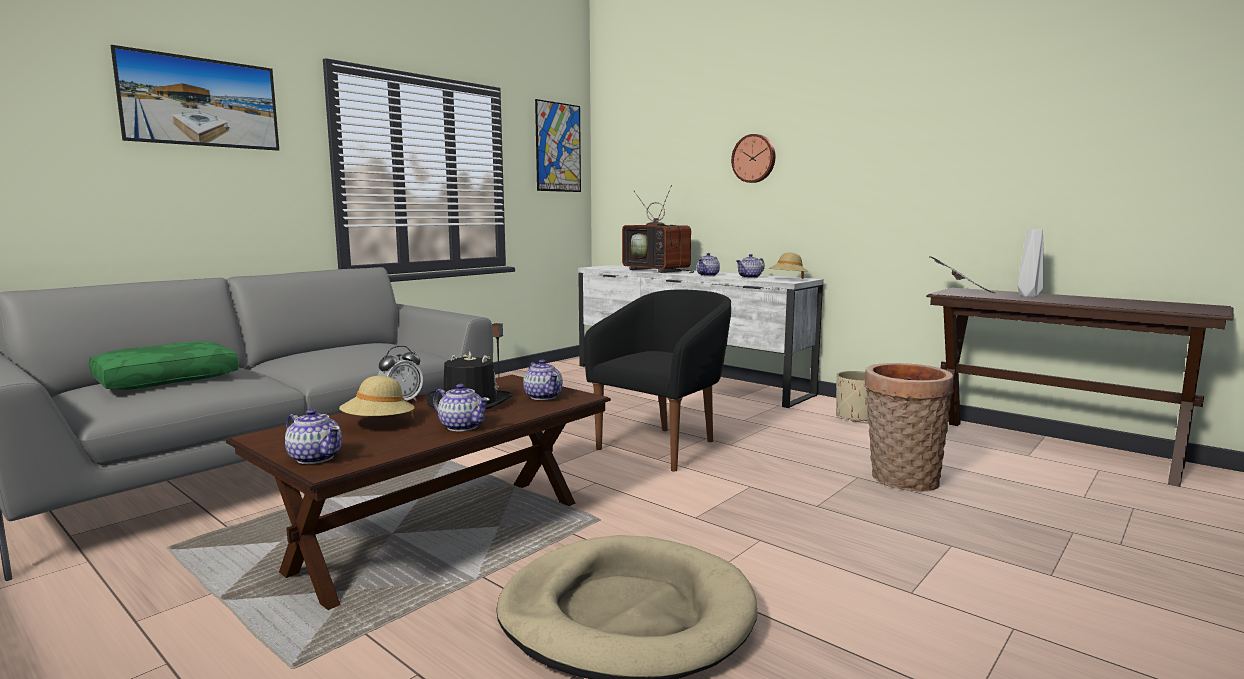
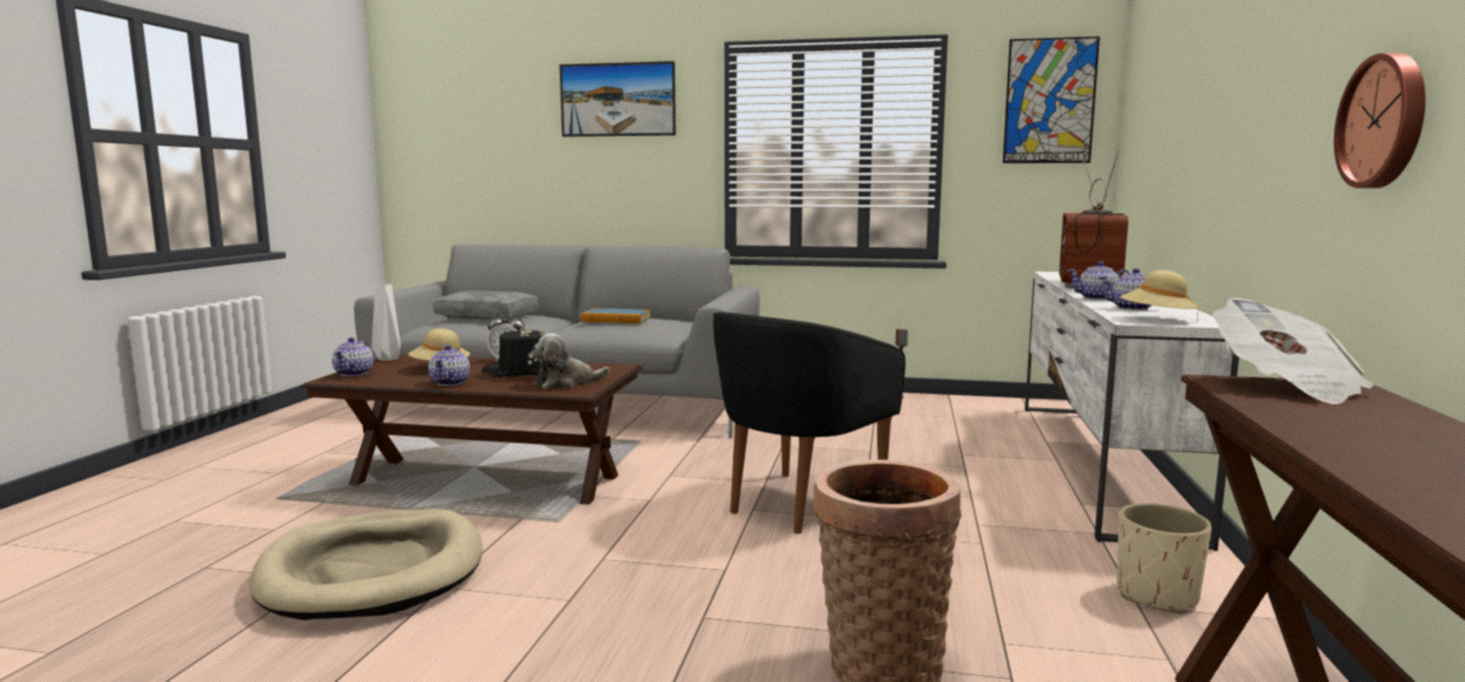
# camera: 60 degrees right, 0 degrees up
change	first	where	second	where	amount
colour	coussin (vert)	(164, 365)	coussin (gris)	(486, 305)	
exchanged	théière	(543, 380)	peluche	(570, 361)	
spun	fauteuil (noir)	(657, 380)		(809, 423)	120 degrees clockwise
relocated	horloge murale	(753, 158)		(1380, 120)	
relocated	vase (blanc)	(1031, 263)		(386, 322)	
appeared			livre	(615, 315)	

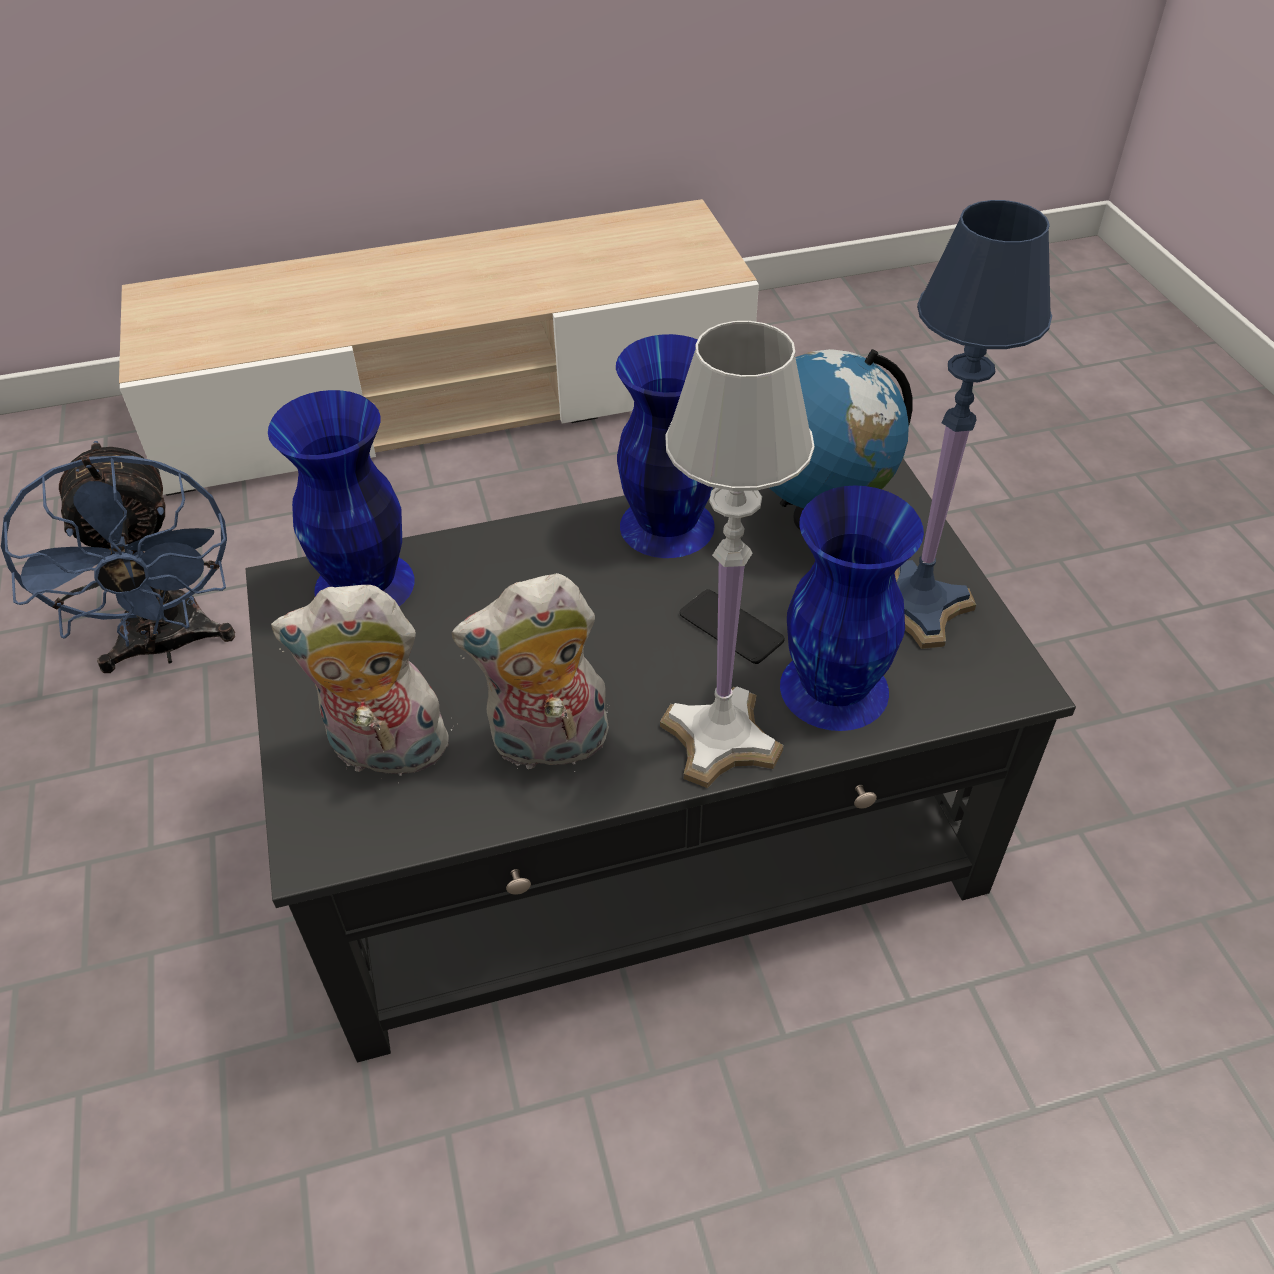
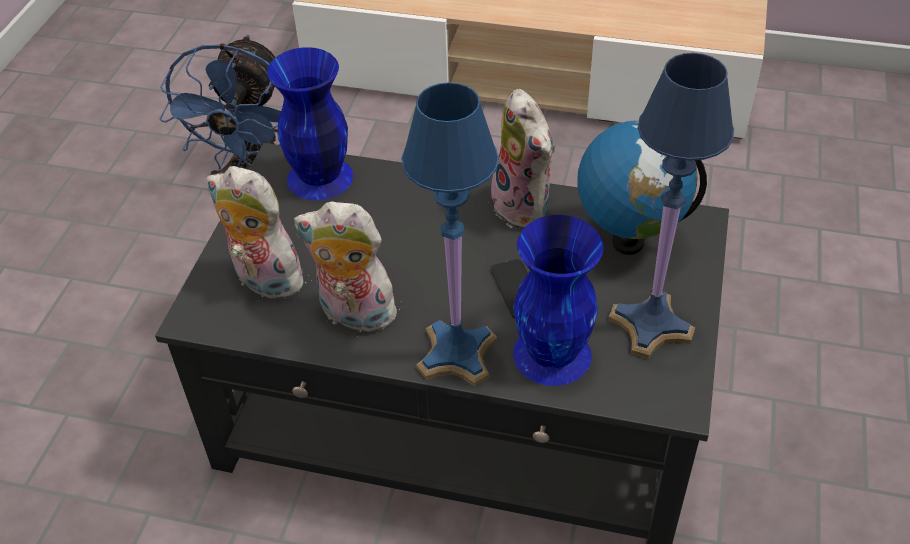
# camera: 30 degrees right, 0 degrees up
change	first	where	second	where	amount
exchanged	vase (bleu)	(665, 446)	peluche	(523, 159)	
colour	lampe de table (blanc)	(737, 554)	lampe de table (bleu)	(450, 234)	

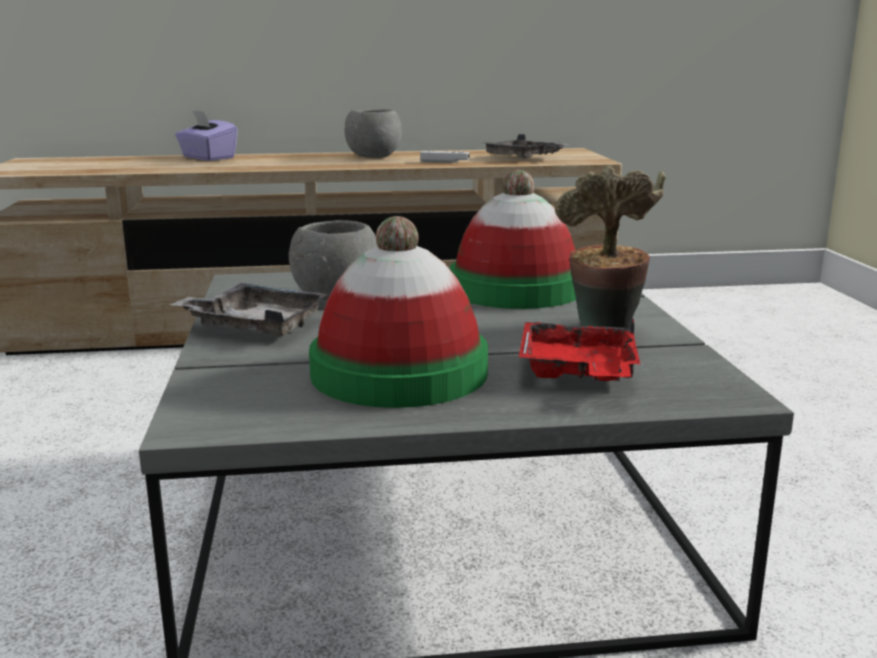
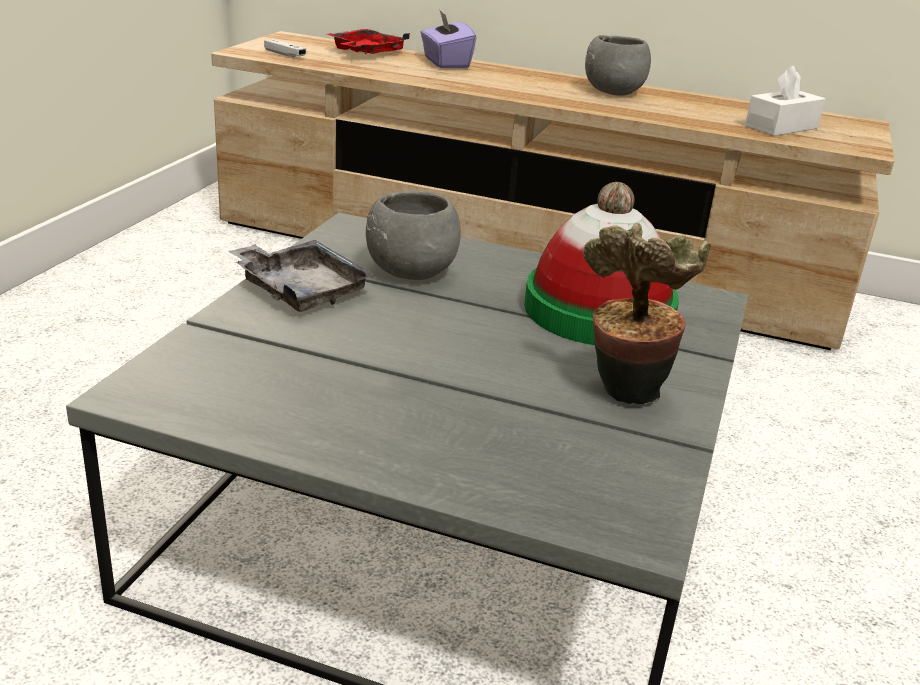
# camera: 25 degrees right, 10 degrees up
change	first	where	second	where	amount
missing	chapeau	(398, 312)			
relocated	manette (blanc)	(445, 157)		(285, 48)	
exchanged	plateau (gris)	(525, 146)	boîte à mouchoirs (blanc)	(785, 101)	
relocated	plateau (rouge)	(580, 350)		(368, 41)	

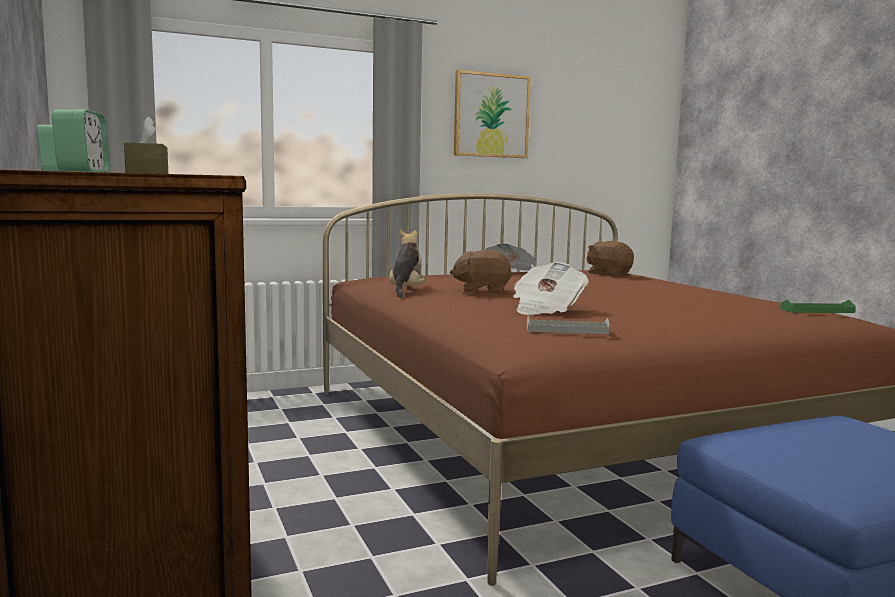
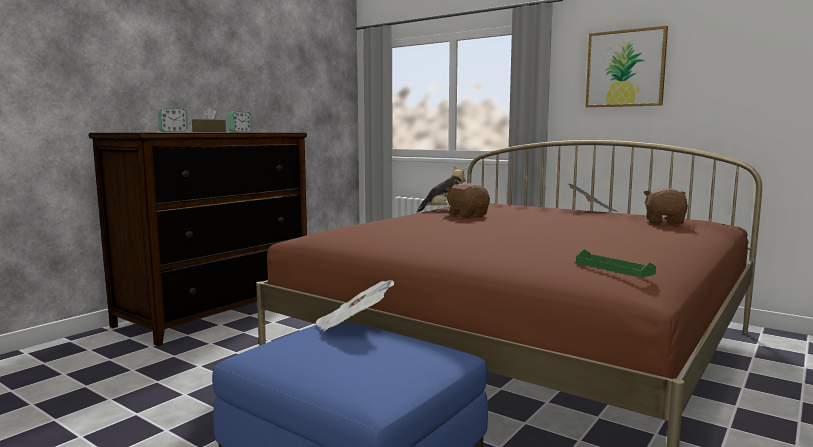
# camera: 60 degrees right, 0 degrees up
change	first	where	second	where	amount
relocated	journal	(551, 288)		(355, 305)	
missing	plateau (gris)	(568, 324)			

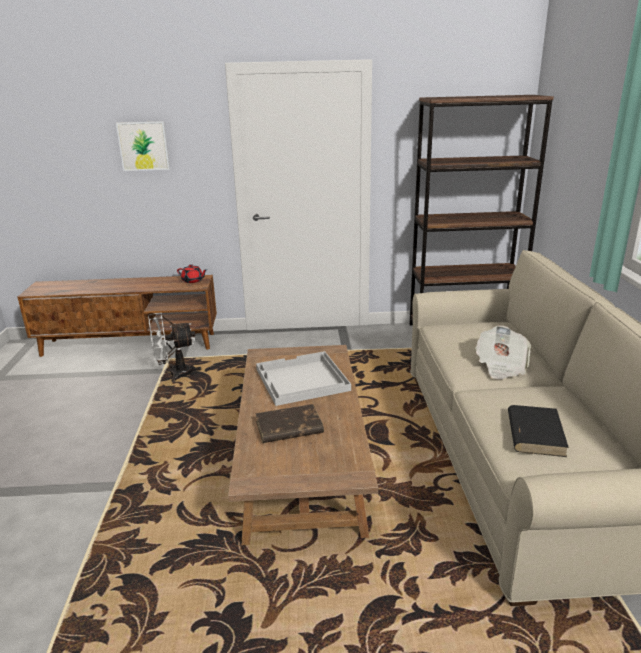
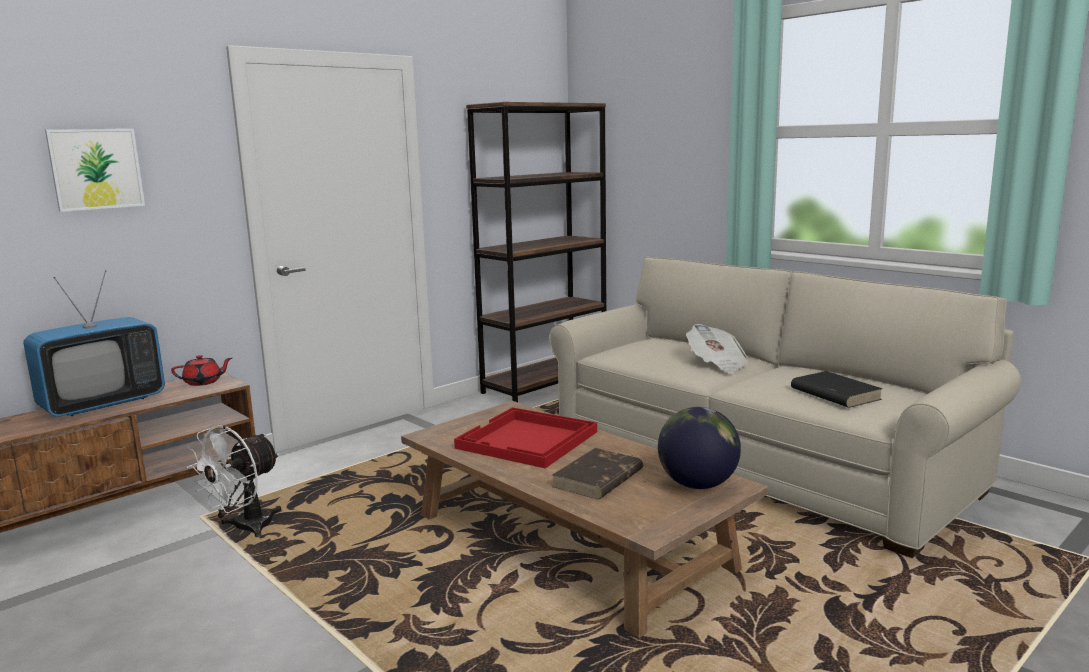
# camera: 40 degrees left, 10 degrees down
change	first	where	second	where	amount
colour	plateau (blanc)	(303, 378)	plateau (rouge)	(525, 437)	
appeared			téléviseur	(94, 343)	
appeared			globe	(699, 448)	

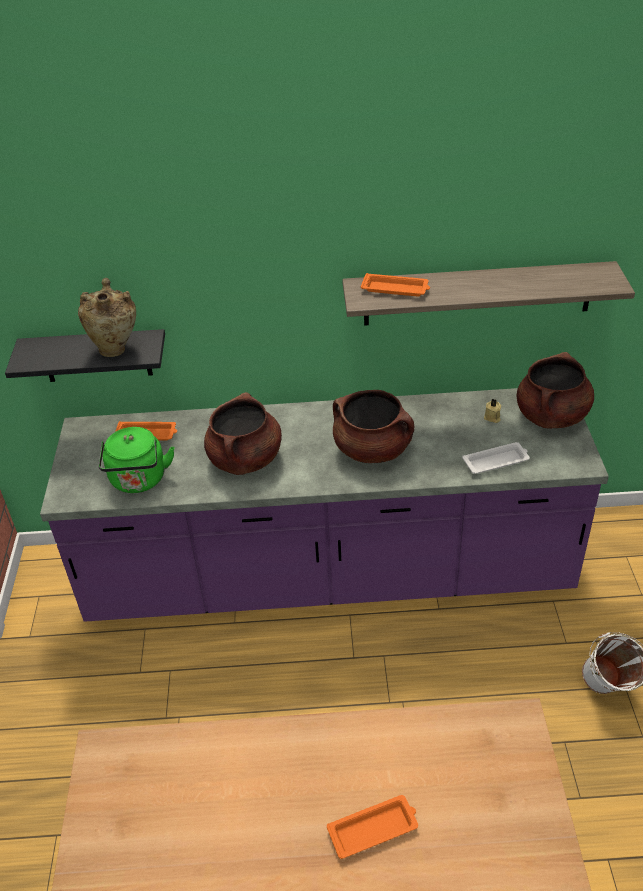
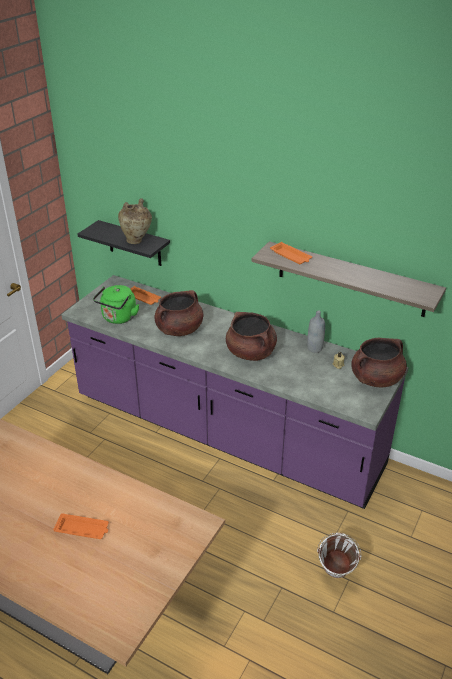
# camera: 30 degrees right, 5 degrees down
change	first	where	second	where	amount
missing	plateau (blanc)	(496, 458)			
appeared			bouteille (gris)	(316, 332)	

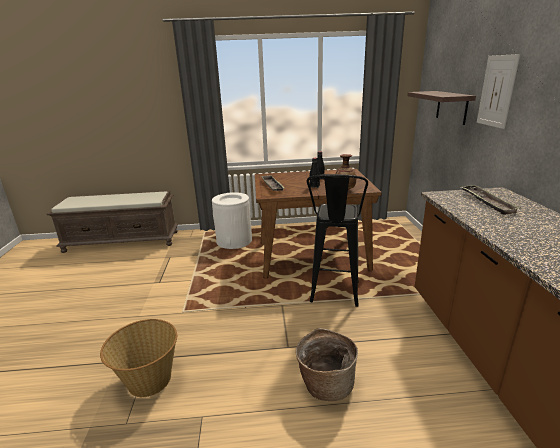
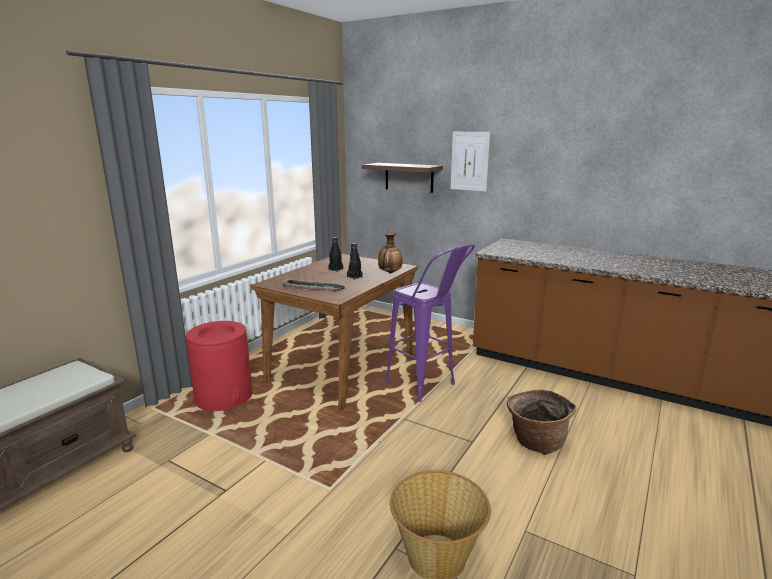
# camera: 55 degrees left, 5 degrees down
change	first	where	second	where	amount
colour	poubelle (blanc)	(232, 220)	poubelle (rouge)	(219, 366)	
colour	tabouret (noir)	(337, 240)	tabouret (violet)	(430, 323)	
missing	plateau	(491, 200)			

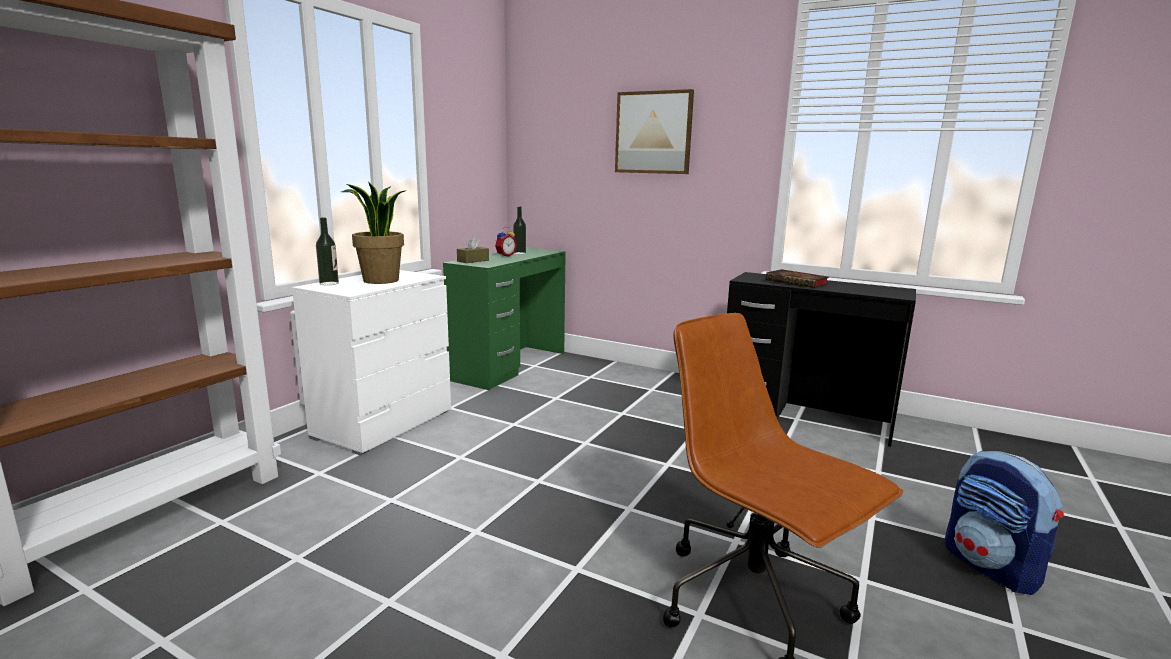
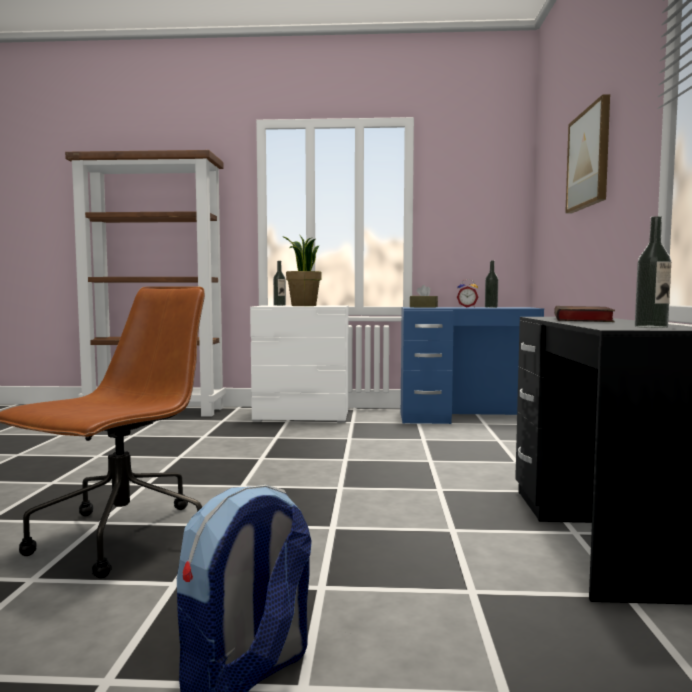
# camera: 65 degrees right, 10 degrees down
change	first	where	second	where	amount
colour	bureau (vert)	(504, 318)	bureau (bleu)	(472, 365)	
appeared			bouteille	(653, 272)	

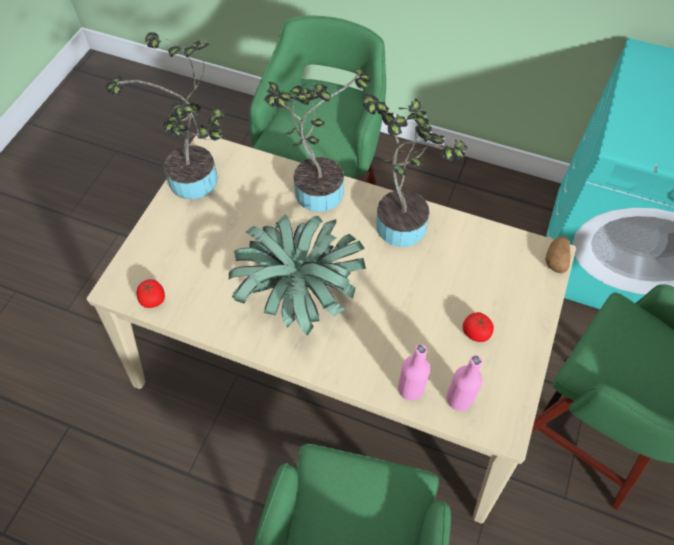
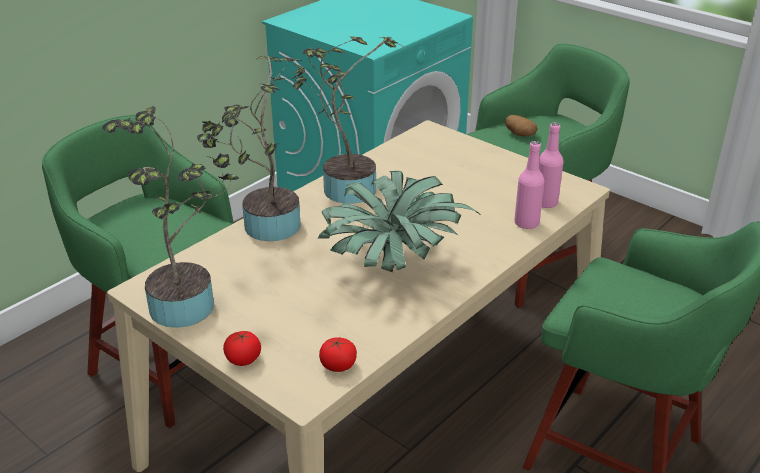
# camera: 70 degrees left, 25 degrees down
change	first	where	second	where	amount
relocated	tomate	(478, 327)		(242, 348)	
relocated	pomme de terre	(558, 254)		(521, 125)	

